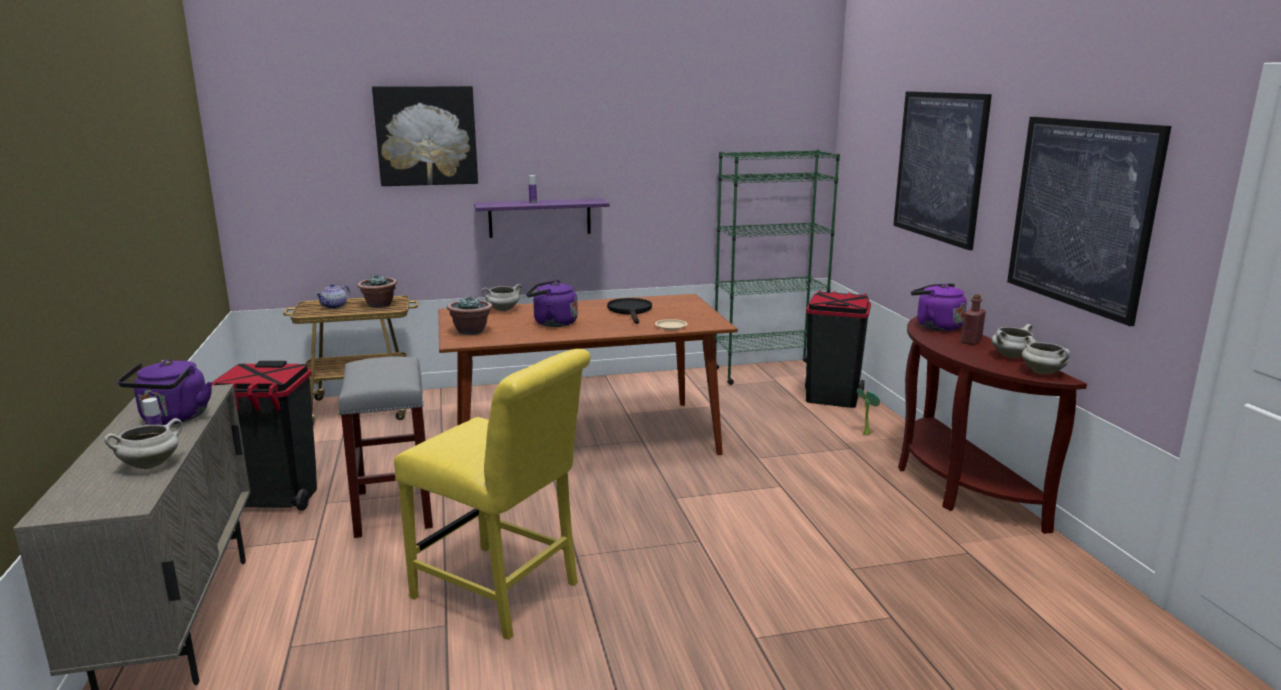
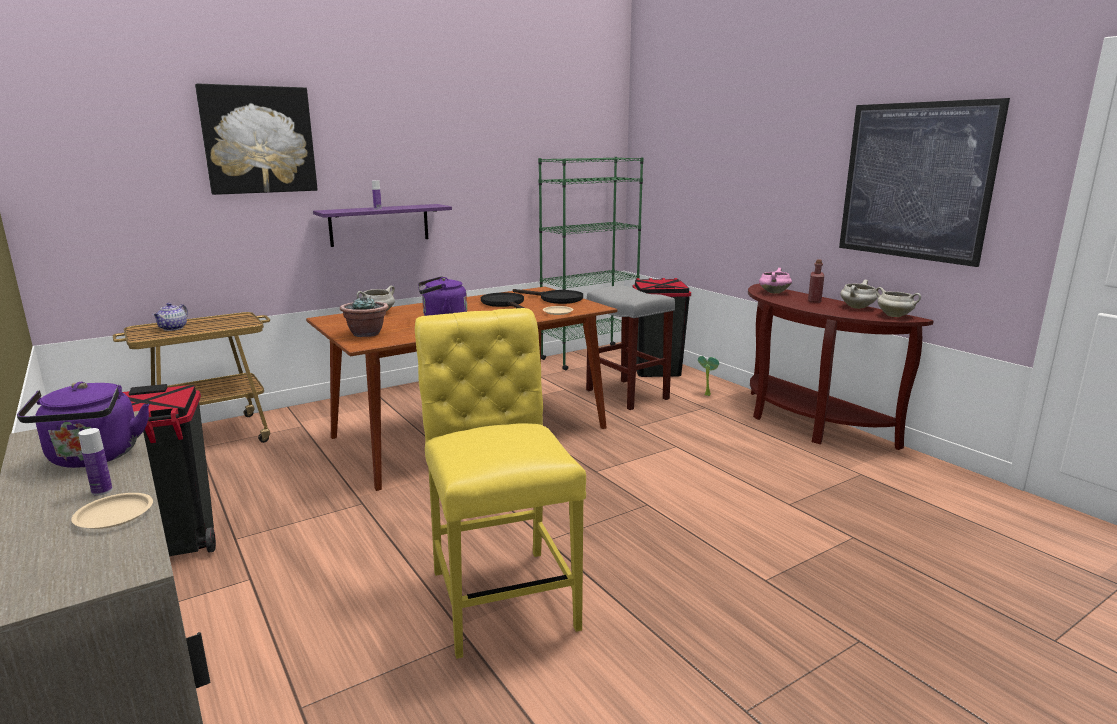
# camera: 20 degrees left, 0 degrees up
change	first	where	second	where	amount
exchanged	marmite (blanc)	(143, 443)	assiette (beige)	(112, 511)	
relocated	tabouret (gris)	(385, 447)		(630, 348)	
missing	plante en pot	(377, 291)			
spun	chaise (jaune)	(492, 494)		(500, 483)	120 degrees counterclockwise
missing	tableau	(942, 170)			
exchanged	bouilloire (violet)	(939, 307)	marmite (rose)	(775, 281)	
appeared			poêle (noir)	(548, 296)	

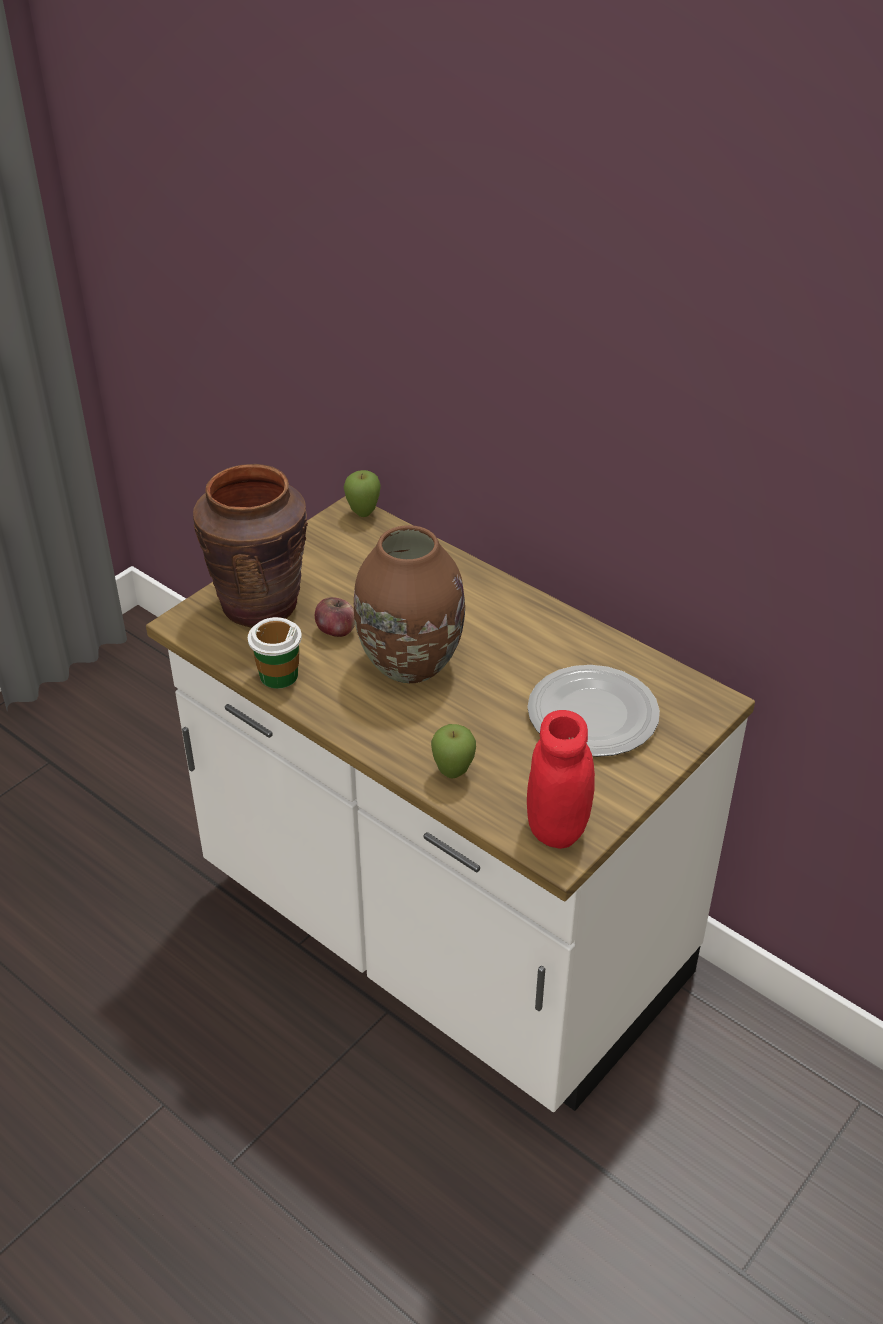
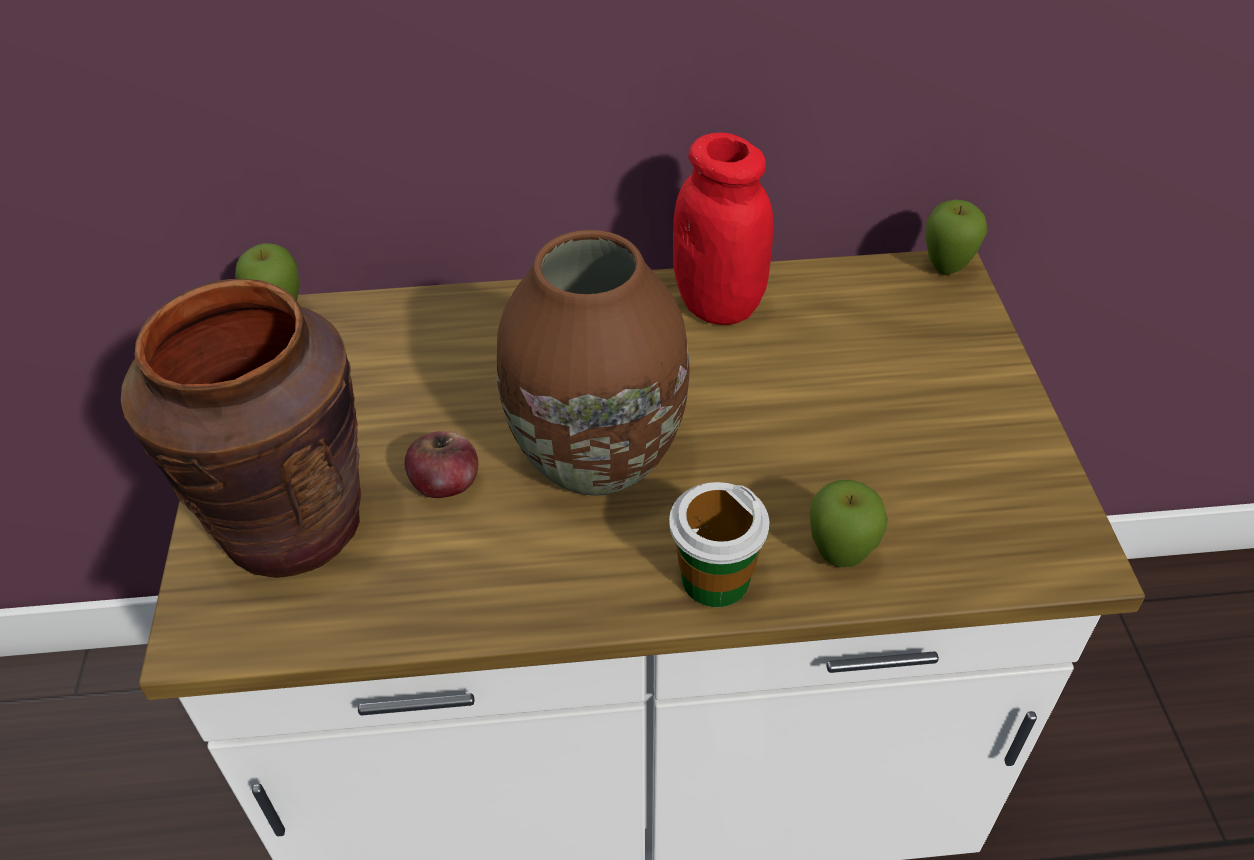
# camera: 45 degrees left, 5 degrees up
change	first	where	second	where	amount
relocated	tasse	(275, 653)		(719, 544)	
missing	assiette	(593, 711)			
relocated	bocal (rouge)	(561, 779)		(723, 228)	
appeared			pomme	(956, 237)	

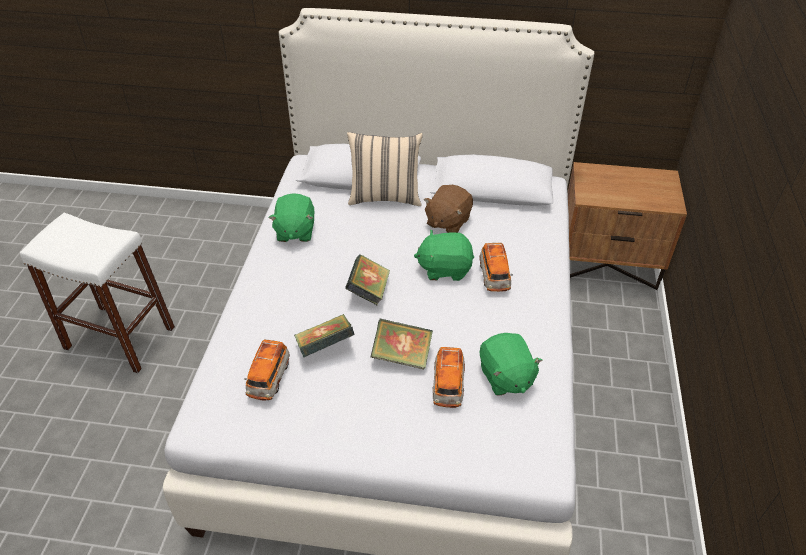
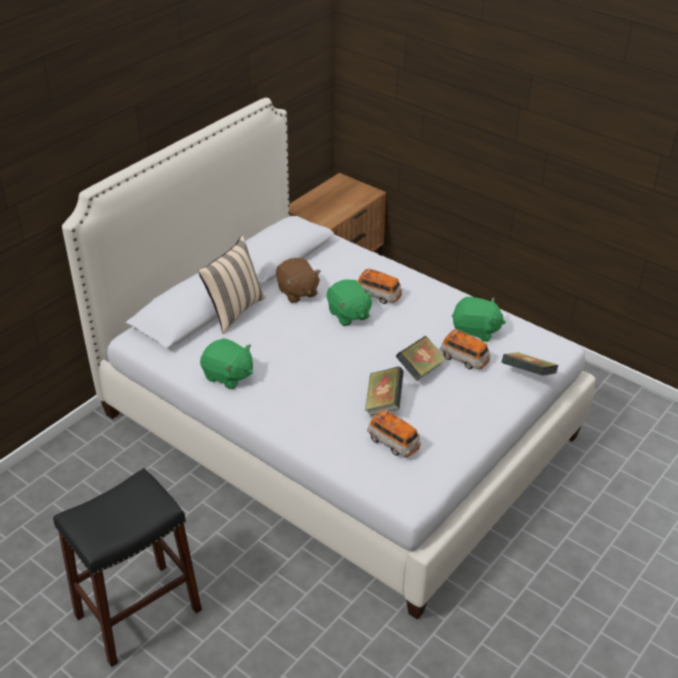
# camera: 60 degrees left, 5 degrees down
change	first	where	second	where	amount
colour	tabouret (blanc)	(97, 293)	tabouret (noir)	(127, 567)	
relocated	livre	(367, 279)		(529, 364)	
spun	peluche (vert)	(444, 255)		(350, 302)	60 degrees counterclockwise

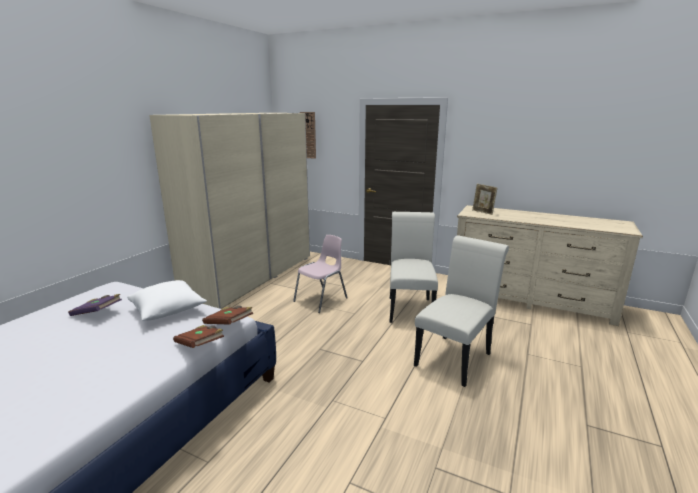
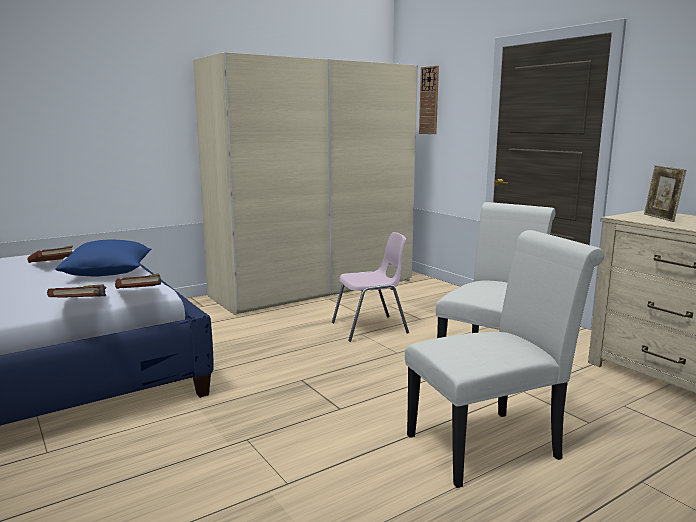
# camera: 30 degrees right, 5 degrees down
change	first	where	second	where	amount
colour	livre (violet)	(95, 305)	livre (marron)	(50, 254)	
colour	coussin (blanc)	(167, 300)	coussin (bleu)	(104, 258)	

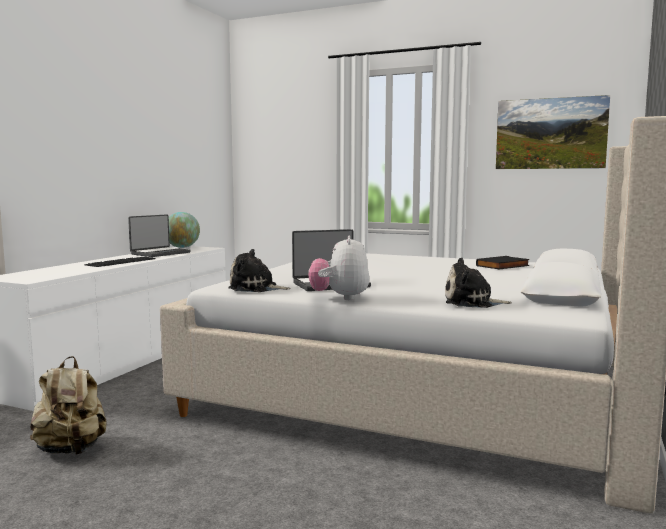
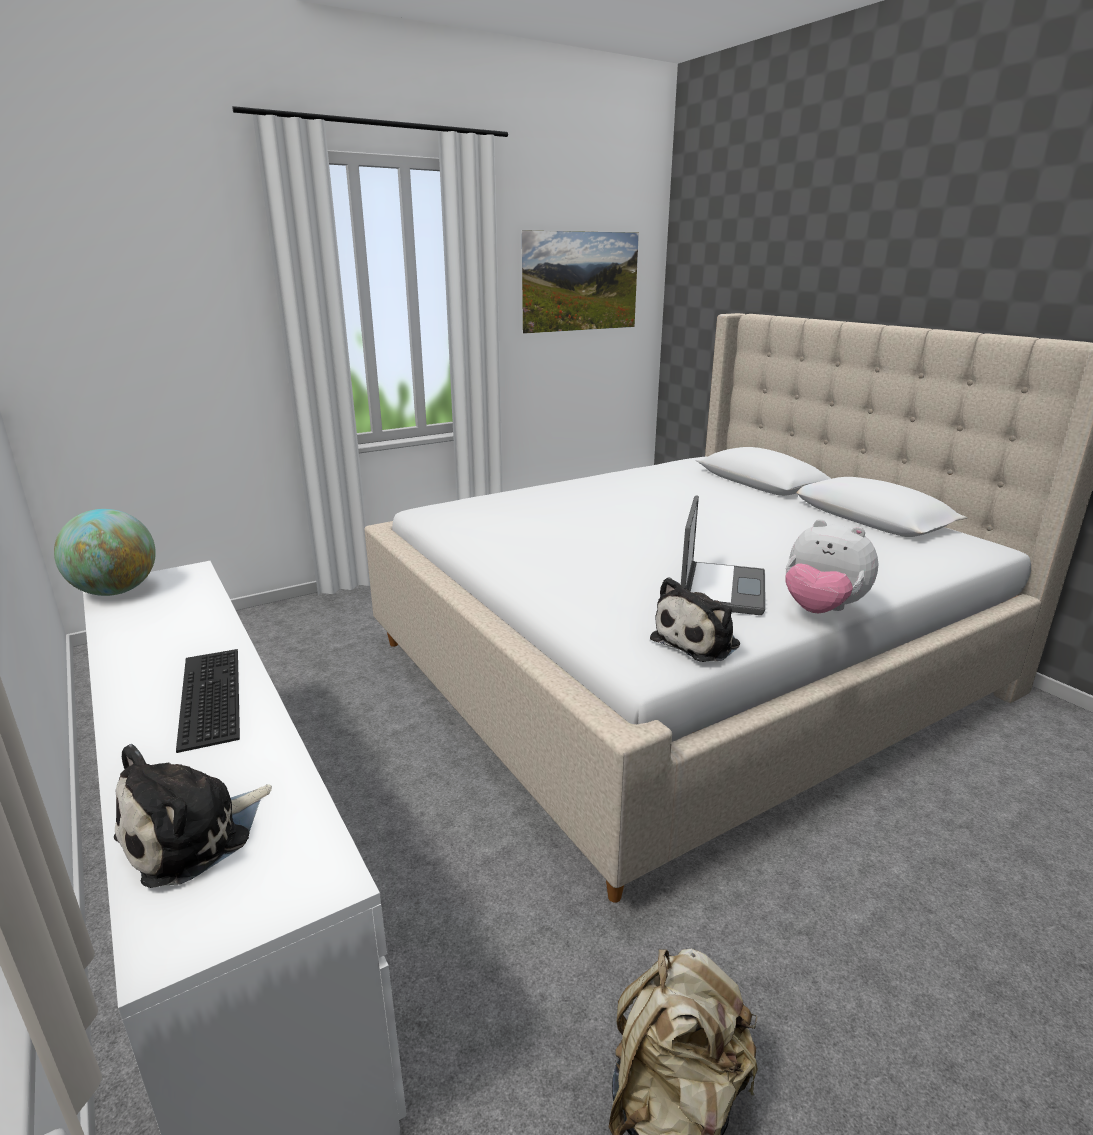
# camera: 55 degrees left, 15 degrees up
change	first	where	second	where	amount
missing	ordinateur portable	(159, 235)			
relocated	peluche	(478, 283)		(193, 816)	
missing	livre (noir)	(503, 262)			

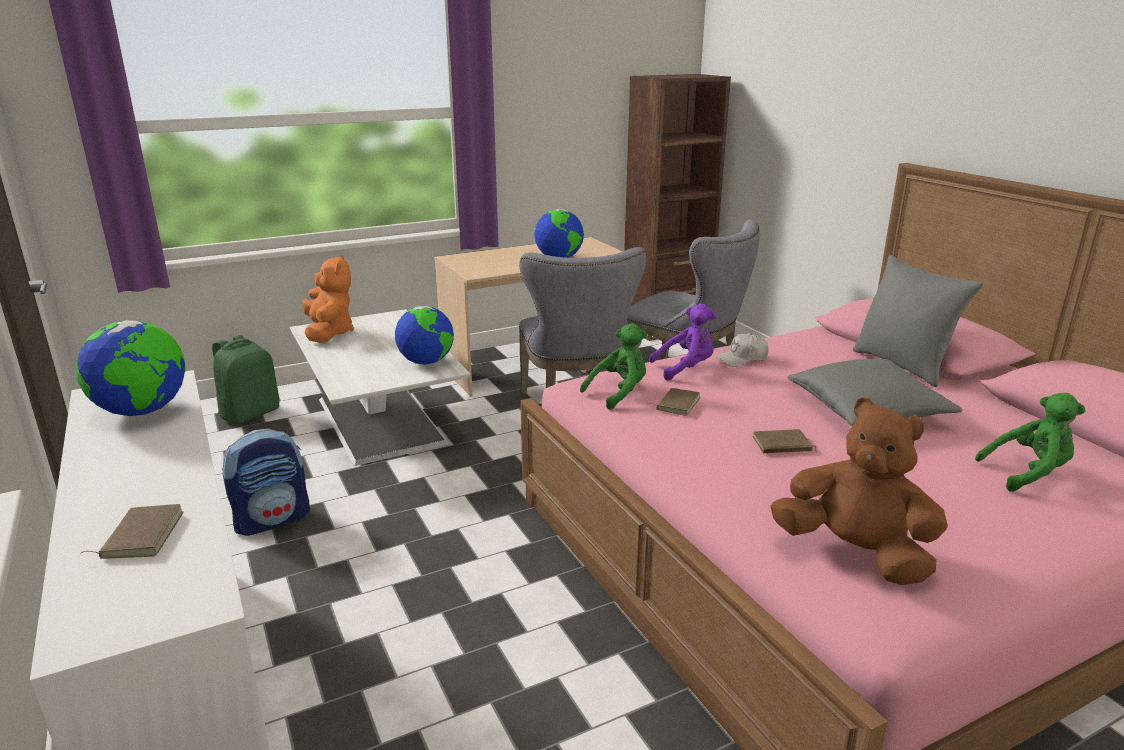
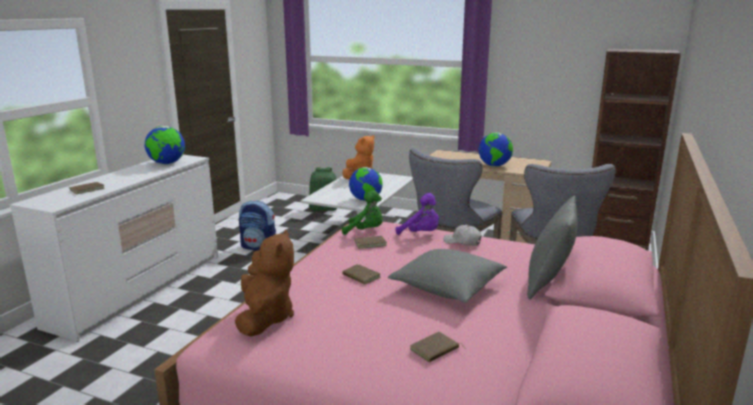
# camera: 50 degrees right, 5 degrees down
change	first	where	second	where	amount
exchanged	peluche (vert)	(1030, 442)	livre (marron)	(438, 347)	

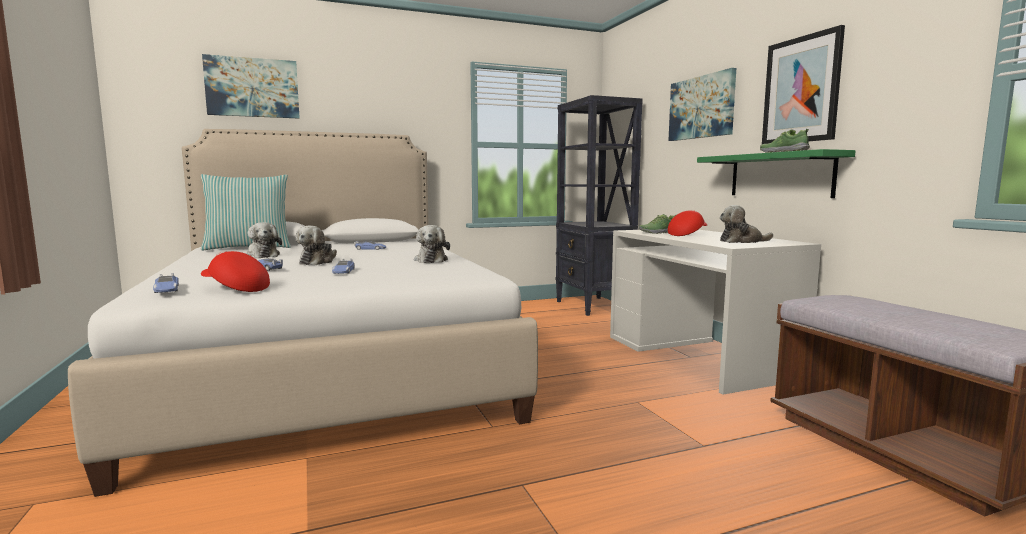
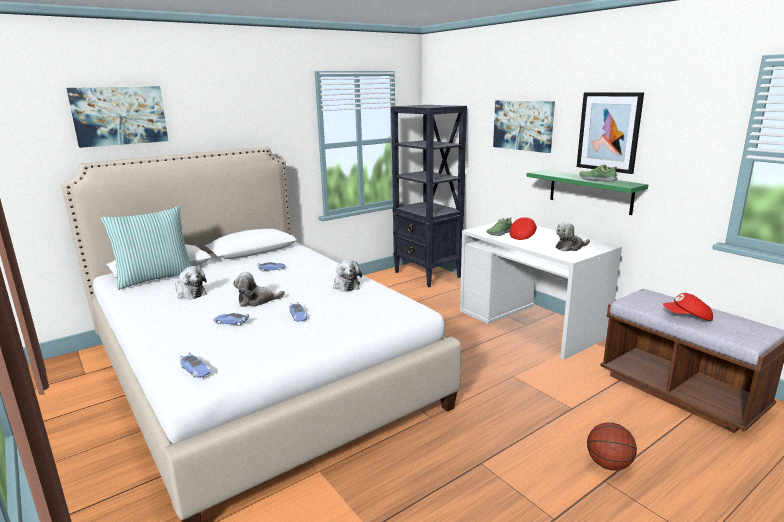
# camera: 15 degrees left, 10 degrees up
change	first	where	second	where	amount
relocated	casquette (rouge)	(235, 271)		(688, 307)	
spun	peluche	(316, 245)		(259, 289)	75 degrees clockwise
appeared			ballon de basket	(612, 446)	

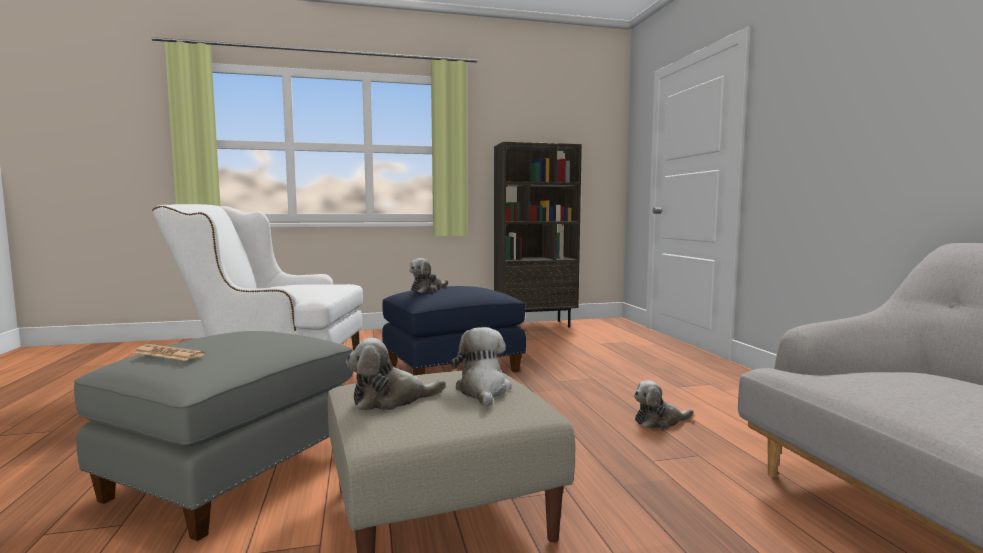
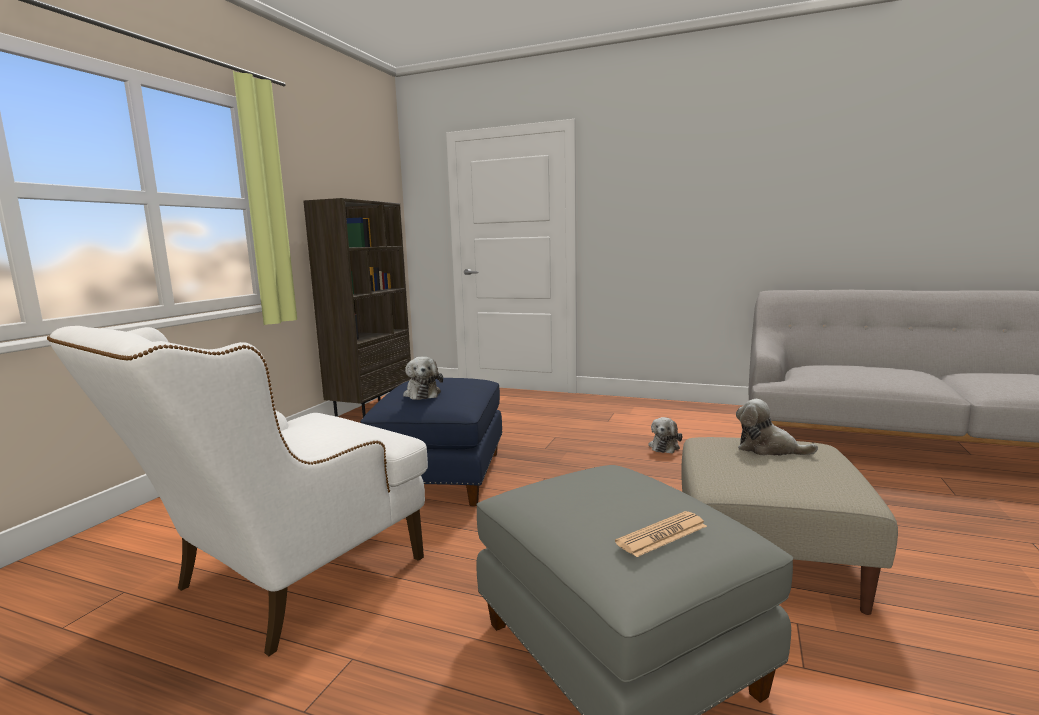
# camera: 55 degrees left, 5 degrees up
change	first	where	second	where	amount
missing	peluche	(396, 374)			

